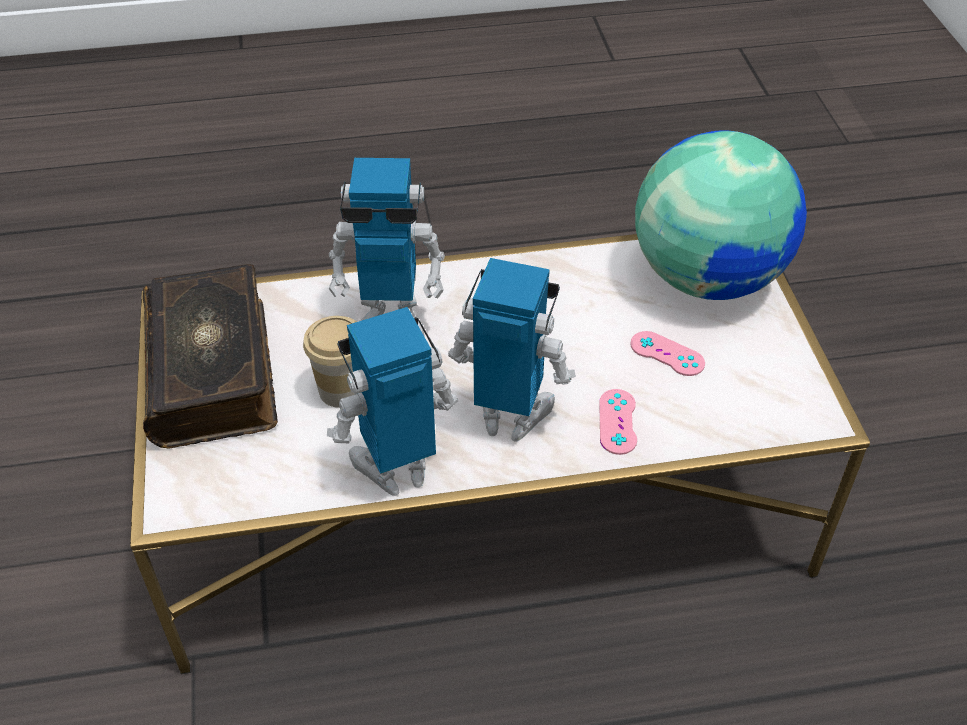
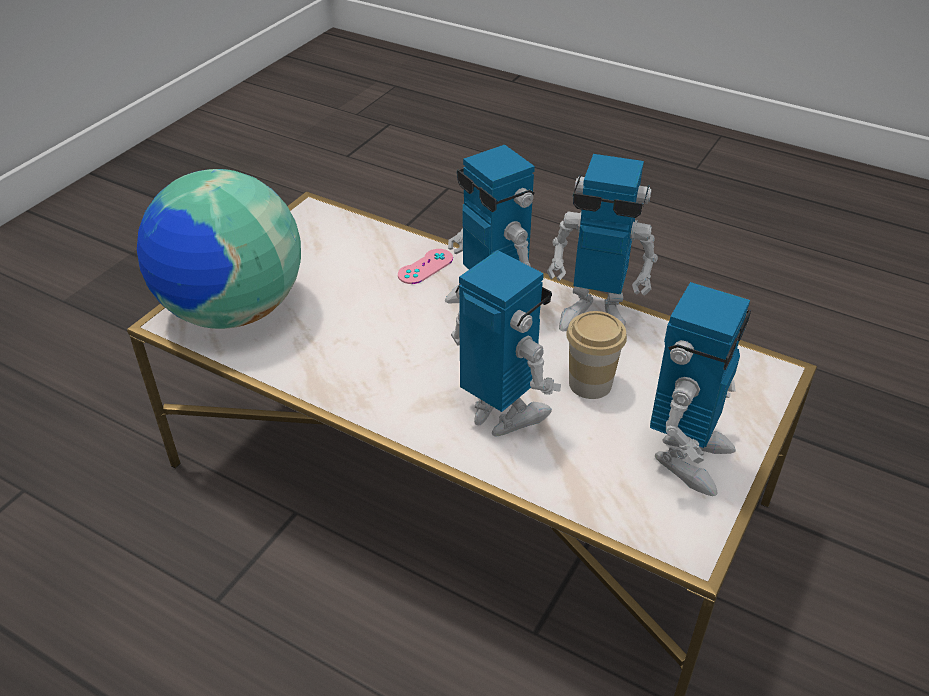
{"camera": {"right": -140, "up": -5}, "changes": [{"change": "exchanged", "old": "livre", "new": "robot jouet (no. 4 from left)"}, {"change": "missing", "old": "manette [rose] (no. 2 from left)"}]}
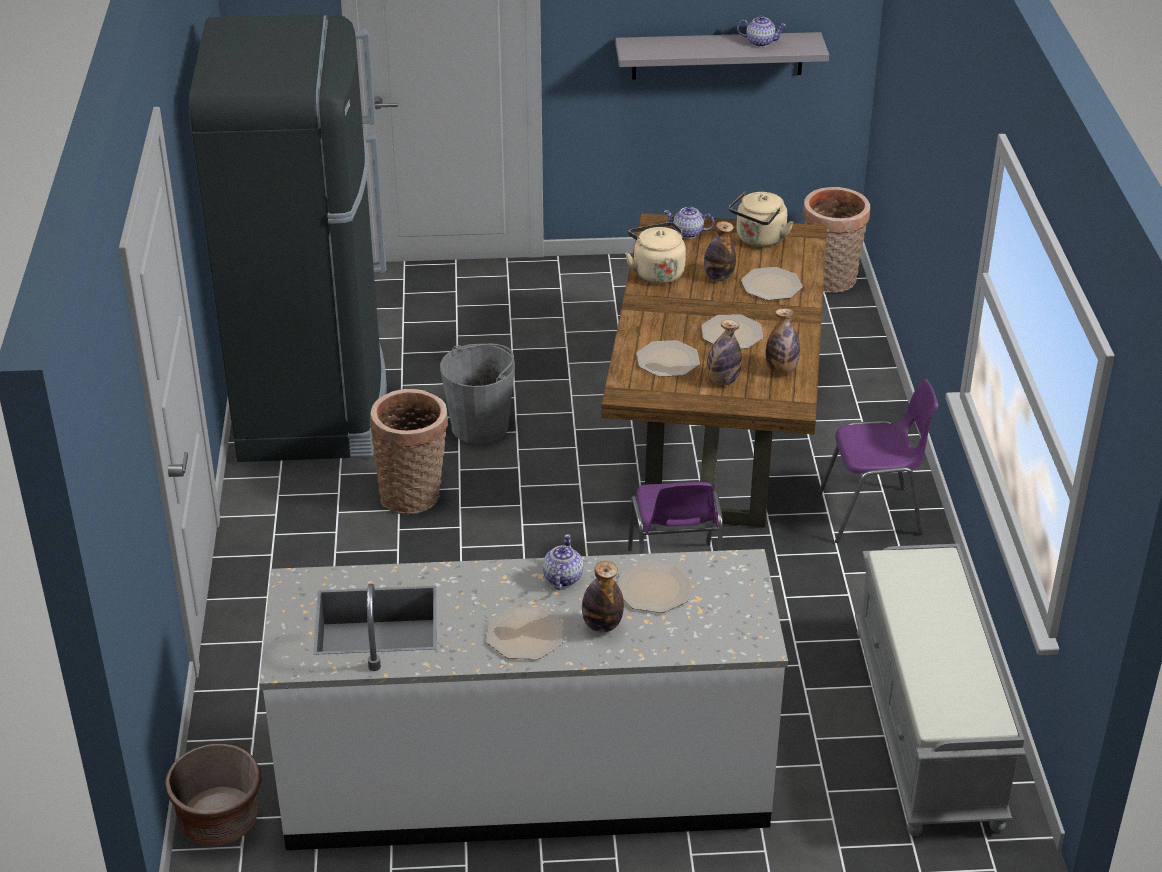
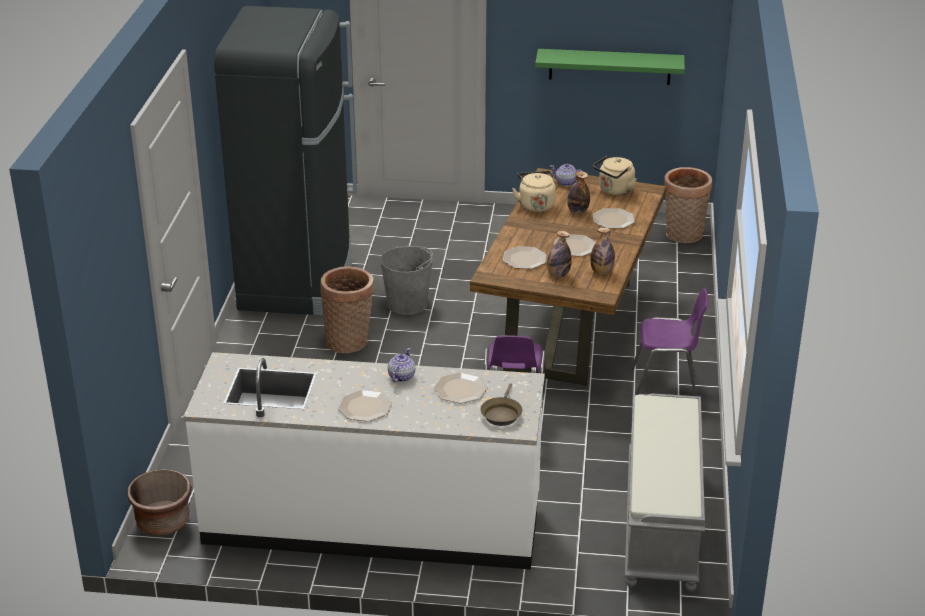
{"camera": {"right": 10, "up": -5}, "changes": [{"change": "appeared", "new": "poêle [marron]"}, {"change": "colour", "old": "étagère [gris]", "new": "étagère [vert]"}, {"change": "missing", "old": "bouteille (no. 1 from left)"}, {"change": "missing", "old": "théière (no. 3 from left)"}]}
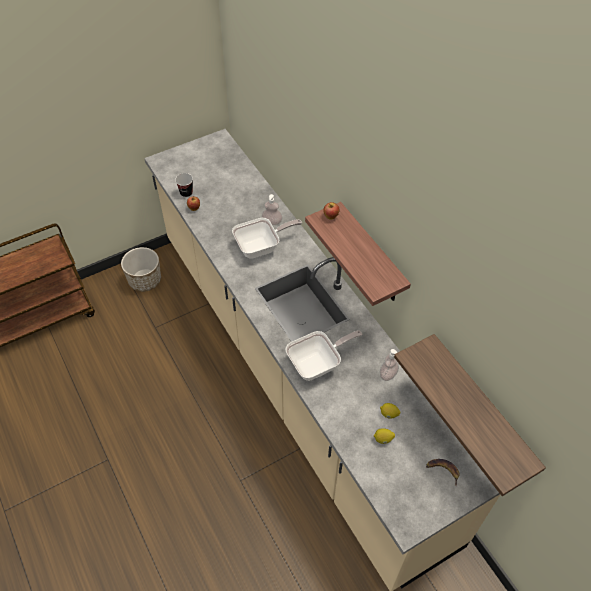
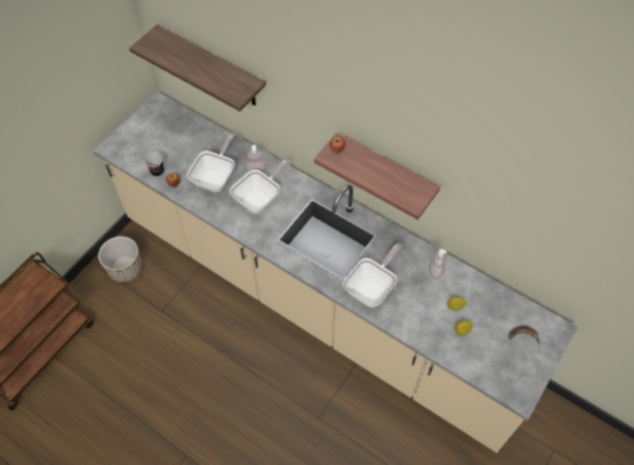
{"camera": {"right": -25, "up": 5}, "changes": [{"change": "relocated", "old": "étagère (no. 2 from left in the first image)", "new": "étagère (no. 1 from left)"}, {"change": "appeared", "new": "poêle (no. 1 from left)"}]}
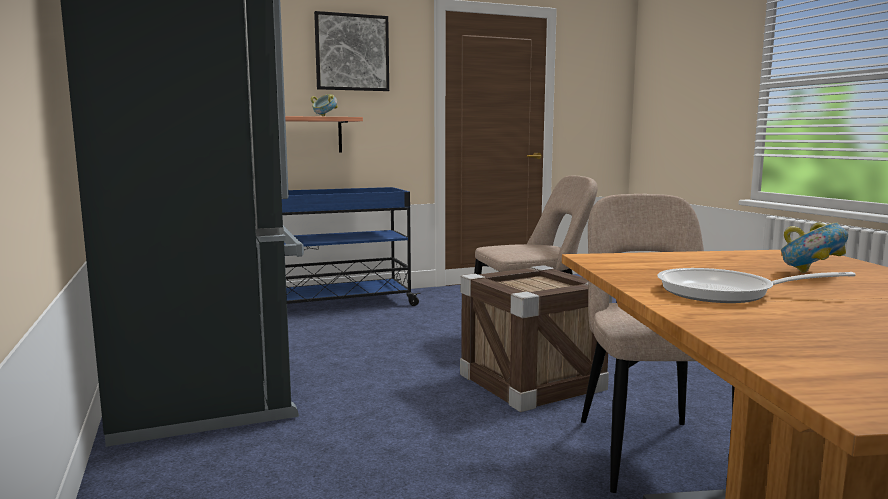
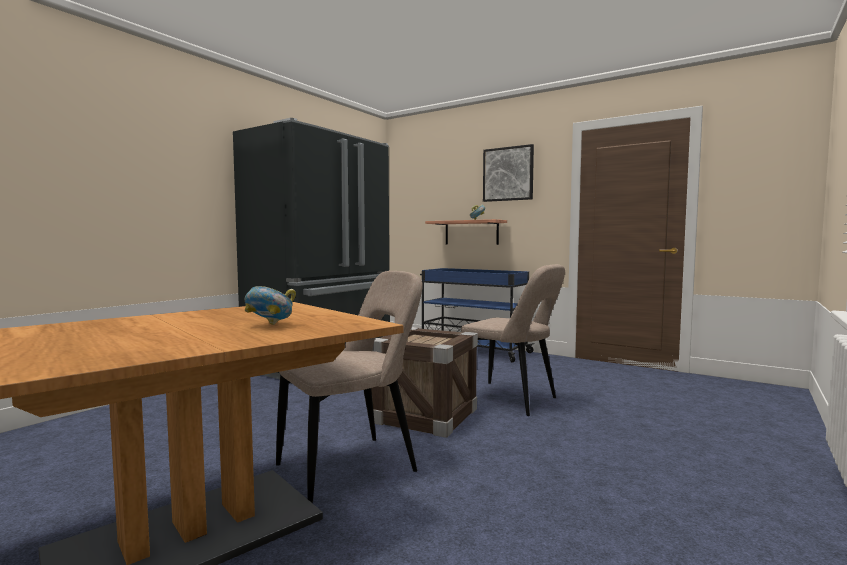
{"camera": {"right": 55, "up": -5}, "changes": [{"change": "missing", "old": "poêle"}]}
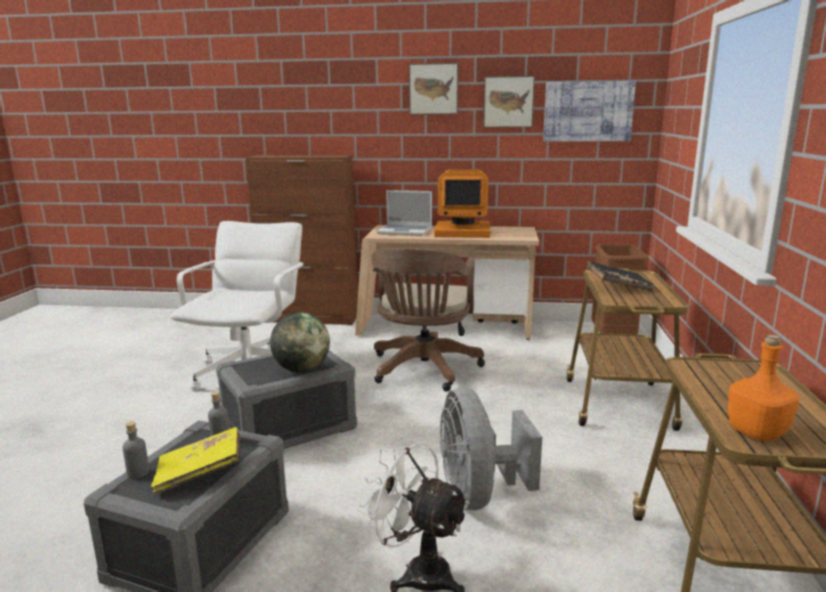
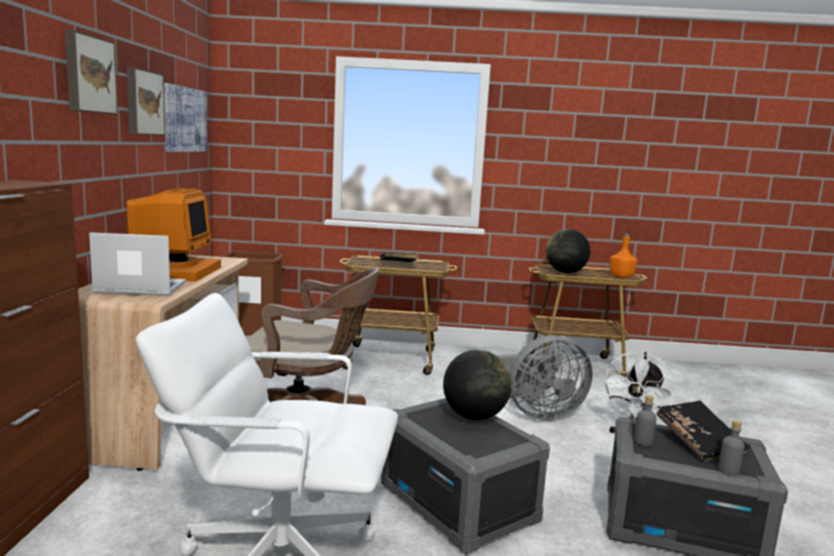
{"camera": {"right": -95, "up": -5}, "changes": [{"change": "spun", "old": "ordinateur portable", "degrees": -105}, {"change": "appeared", "new": "globe (no. 2 from left)"}, {"change": "colour", "old": "livre [jaune]", "new": "livre [noir] (no. 2 from left)"}]}
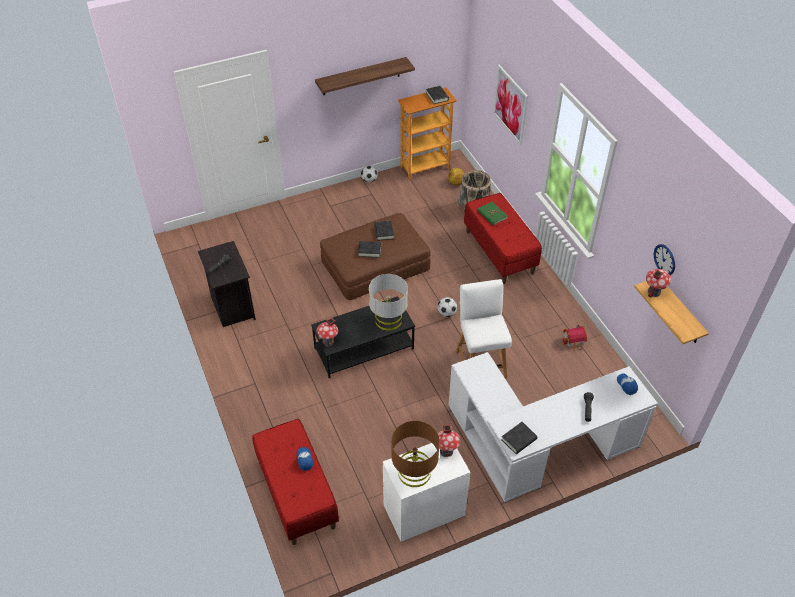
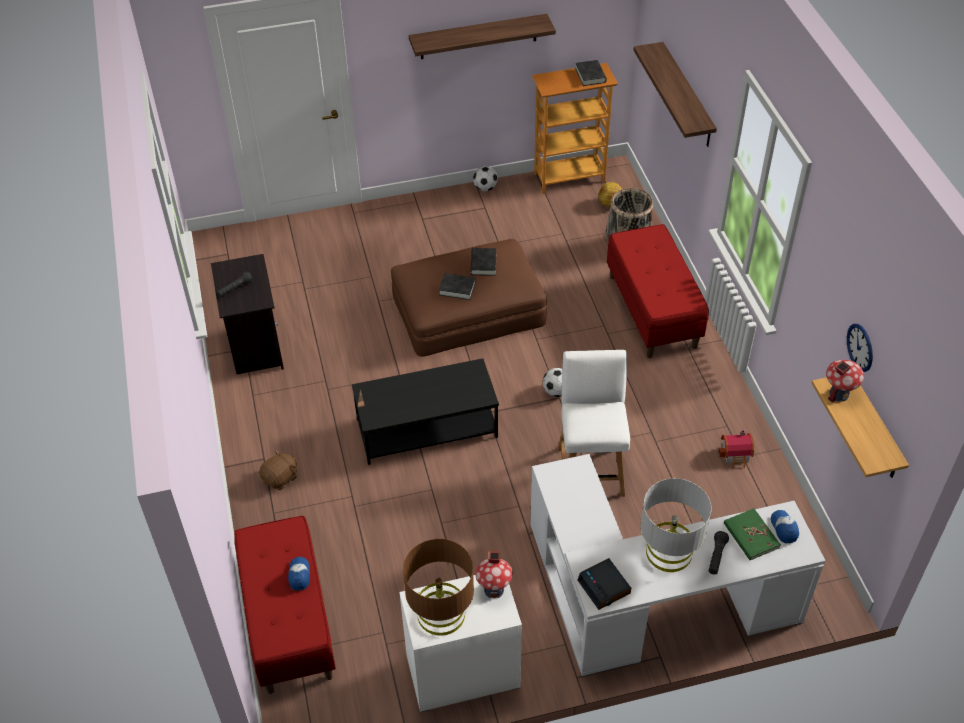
{"camera": {"right": 10, "up": 0}, "changes": [{"change": "appeared", "new": "peluche [marron]"}, {"change": "exchanged", "old": "livre [noir] (no. 4 from left)", "new": "réveil"}, {"change": "exchanged", "old": "tableau", "new": "étagère (no. 2 from left)"}, {"change": "relocated", "old": "lampe de table [gris]"}, {"change": "relocated", "old": "livre [vert]"}, {"change": "missing", "old": "maison miniature (no. 1 from left)"}]}
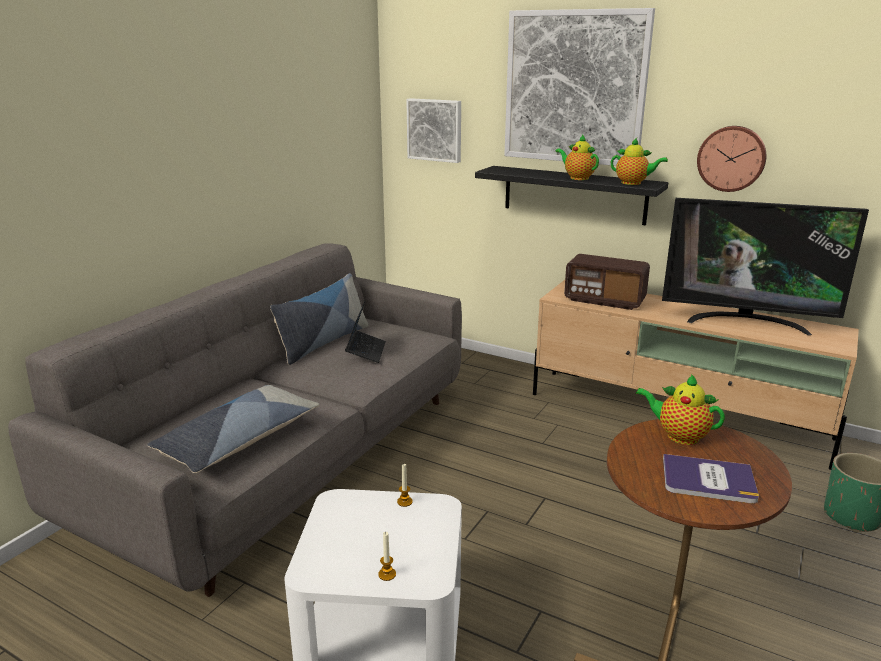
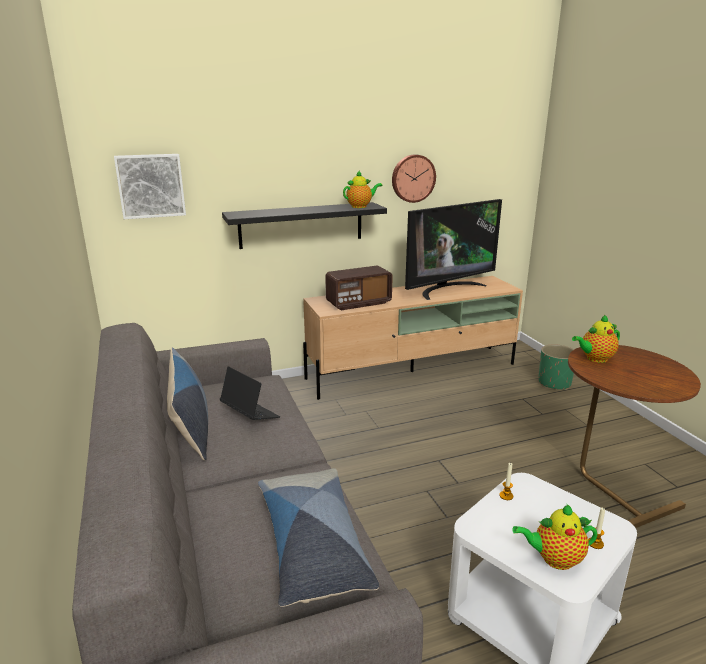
{"camera": {"right": -50, "up": 0}, "changes": [{"change": "relocated", "old": "théière (no. 1 from left in the first image)", "new": "théière (no. 2 from left)"}, {"change": "missing", "old": "tableau (no. 2 from left)"}, {"change": "missing", "old": "livre"}]}
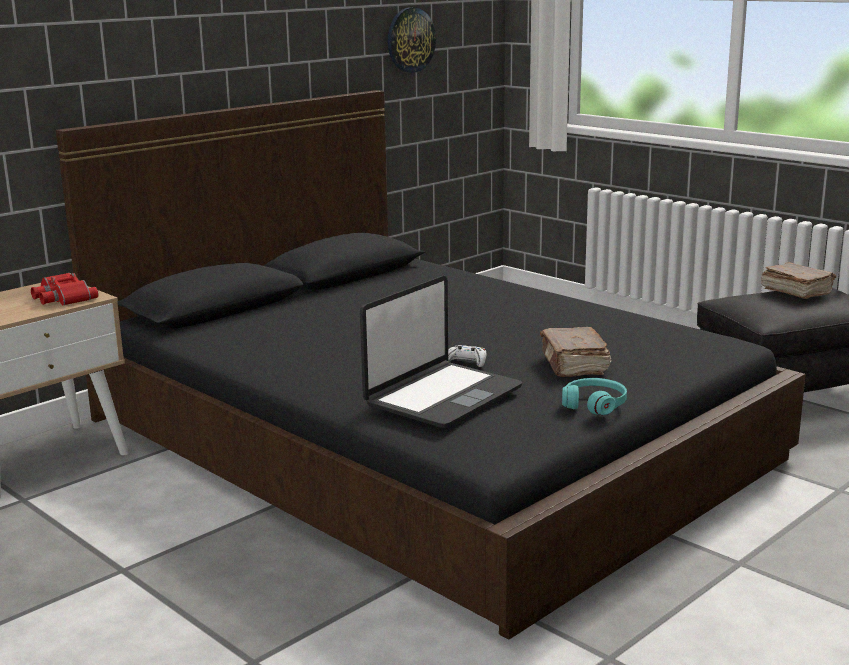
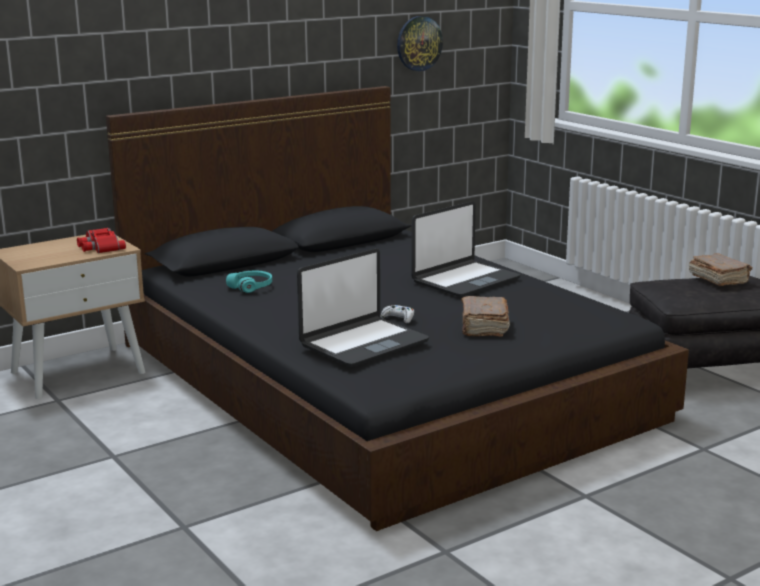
{"camera": {"right": 10, "up": 0}, "changes": [{"change": "relocated", "old": "casque audio [turquoise]"}, {"change": "appeared", "new": "ordinateur portable (no. 2 from left)"}]}
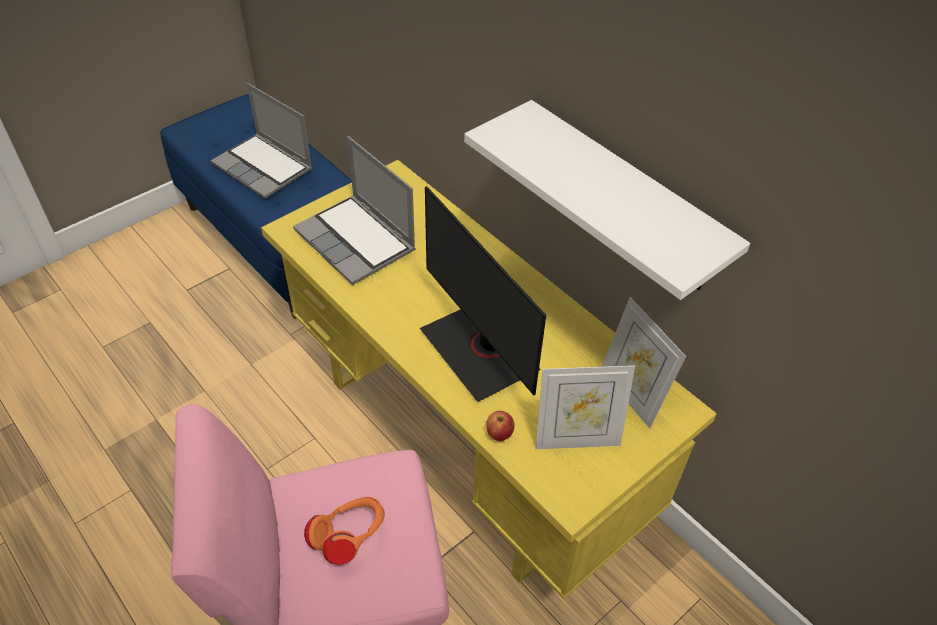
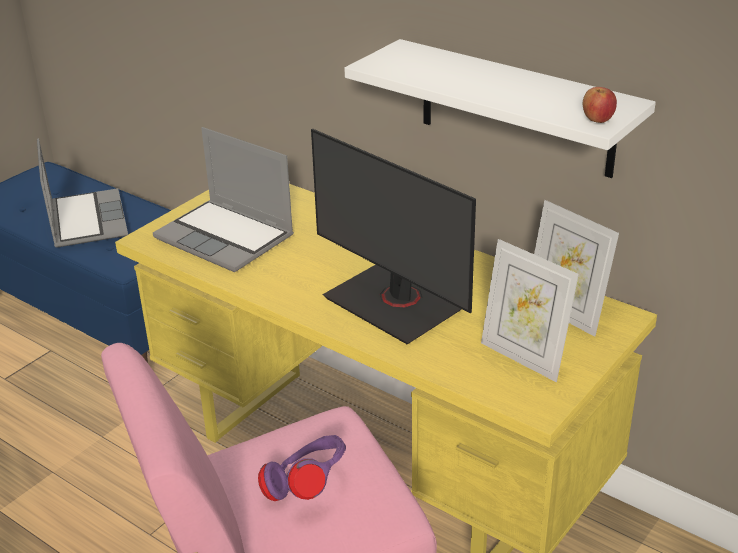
{"camera": {"right": -10, "up": -15}, "changes": [{"change": "spun", "old": "ordinateur portable (no. 1 from left)", "degrees": -135}, {"change": "colour", "old": "casque audio [orange]", "new": "casque audio [violet]"}, {"change": "spun", "old": "cadre photo (no. 1 from left)", "degrees": 60}, {"change": "relocated", "old": "pomme"}]}
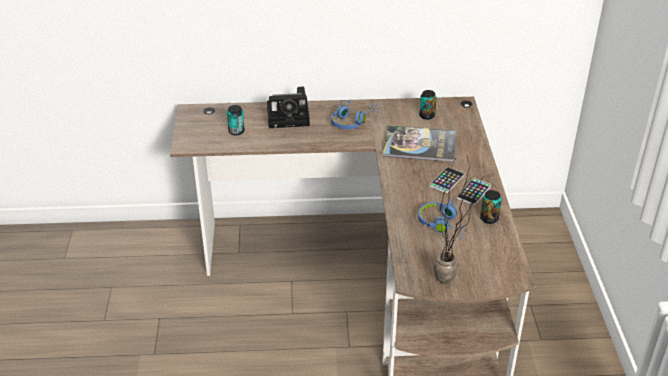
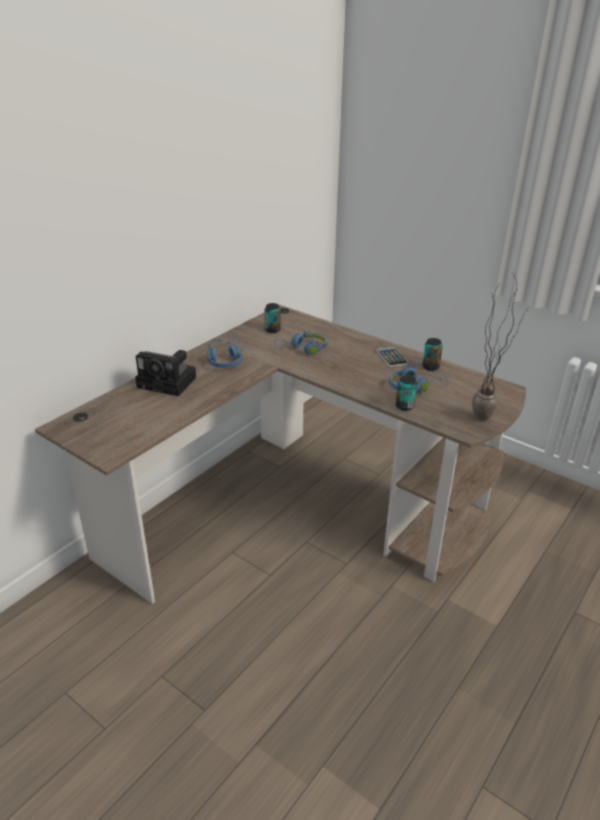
{"camera": {"right": -50, "up": -5}, "changes": [{"change": "spun", "old": "appareil photo", "degrees": 75}, {"change": "exchanged", "old": "livre", "new": "casque audio [bleu] (no. 2 from left)"}, {"change": "relocated", "old": "boîte métallique (no. 1 from left in the first image)", "new": "boîte métallique (no. 2 from left)"}, {"change": "missing", "old": "téléphone (no. 1 from left)"}]}
